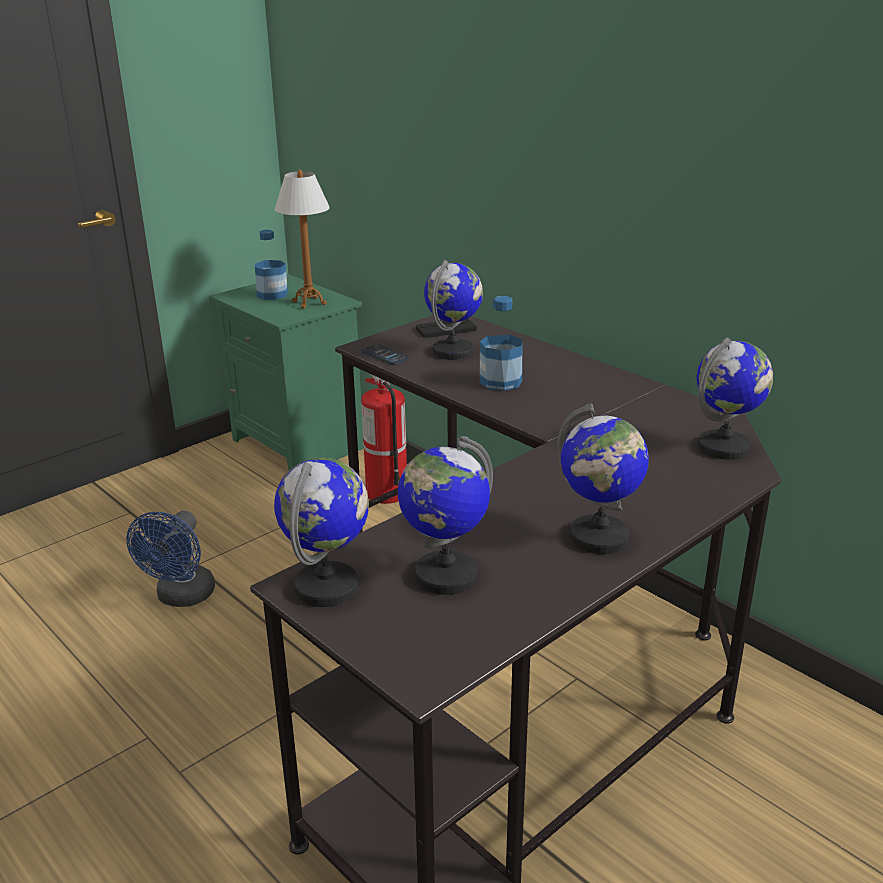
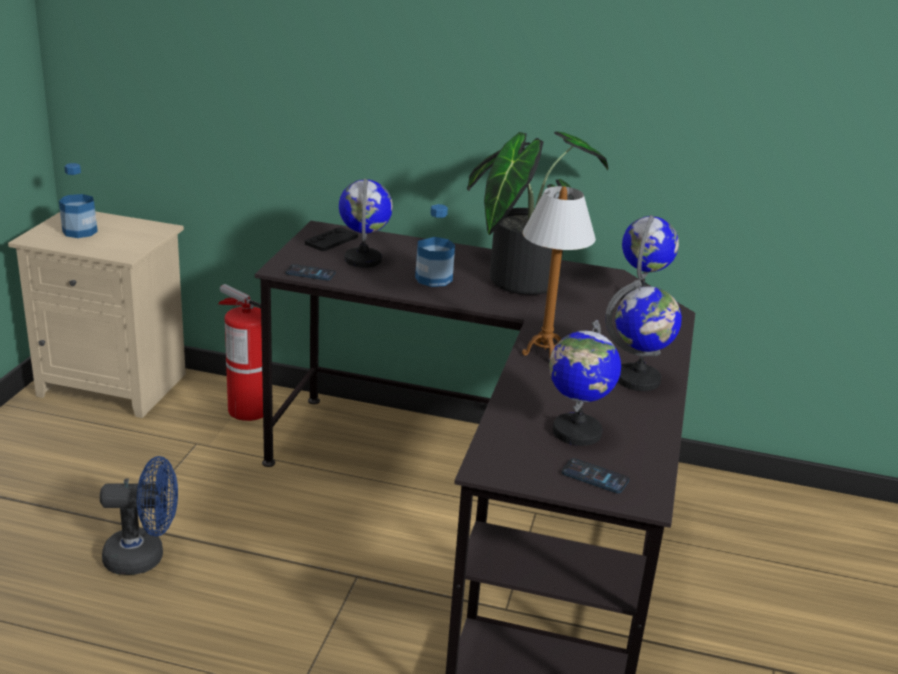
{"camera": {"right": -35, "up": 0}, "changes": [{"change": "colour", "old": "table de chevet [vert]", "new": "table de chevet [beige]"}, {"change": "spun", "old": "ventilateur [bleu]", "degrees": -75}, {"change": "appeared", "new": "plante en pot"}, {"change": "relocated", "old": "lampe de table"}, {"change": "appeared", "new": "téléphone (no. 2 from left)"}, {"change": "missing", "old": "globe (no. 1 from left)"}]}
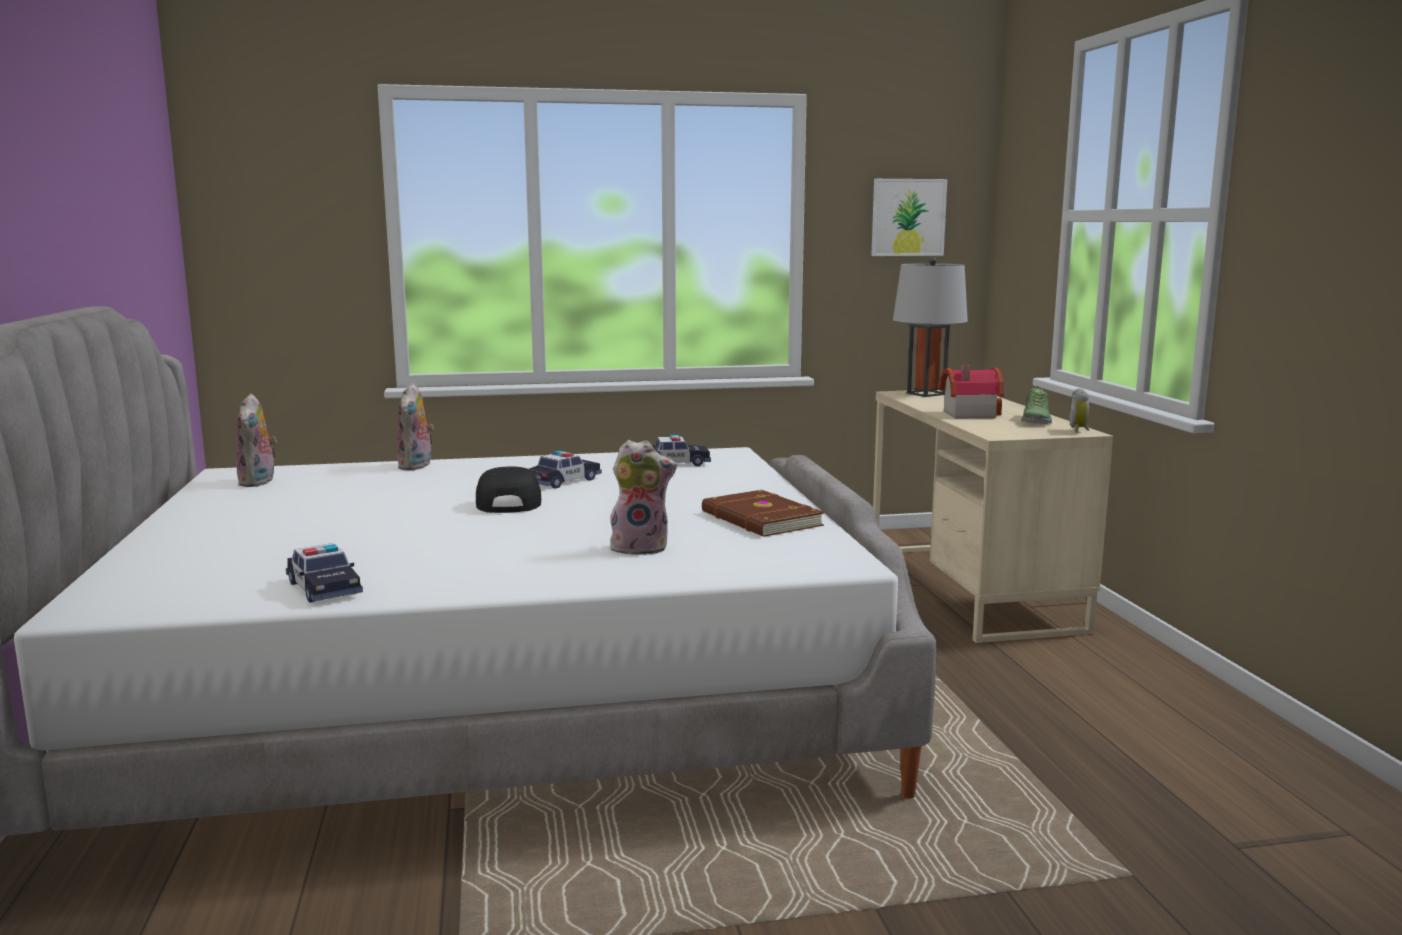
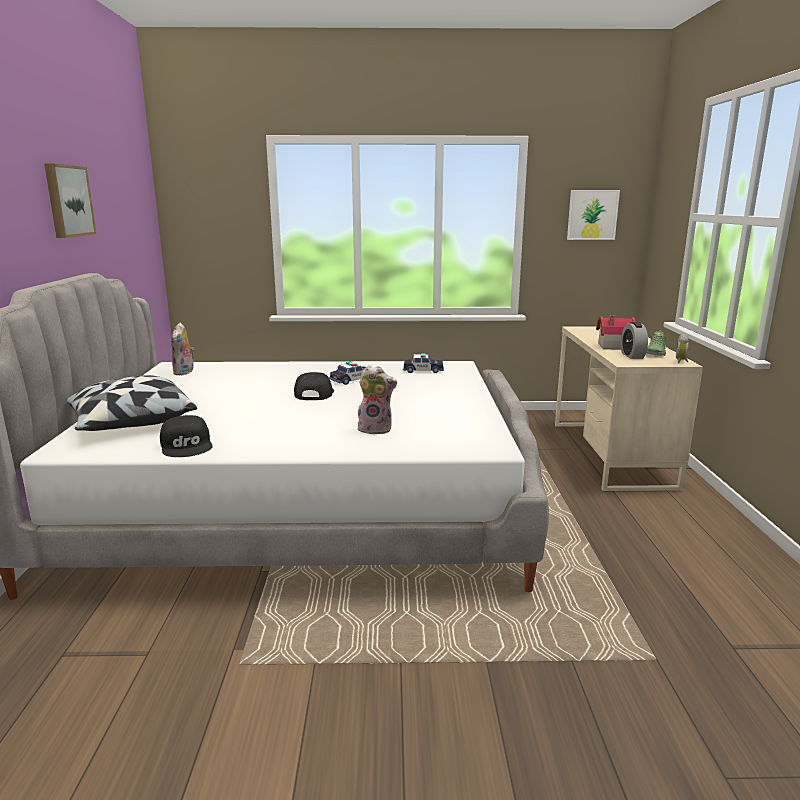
{"camera": {"right": 10, "up": 5}, "changes": [{"change": "appeared", "new": "tableau (no. 1 from left)"}, {"change": "appeared", "new": "coussin"}, {"change": "exchanged", "old": "petite voiture (no. 1 from left)", "new": "casquette [noir] (no. 1 from left)"}, {"change": "appeared", "new": "réveil (no. 1 from left)"}, {"change": "missing", "old": "peluche (no. 2 from left)"}, {"change": "missing", "old": "livre [marron]"}, {"change": "missing", "old": "lampe de table [gris]"}]}
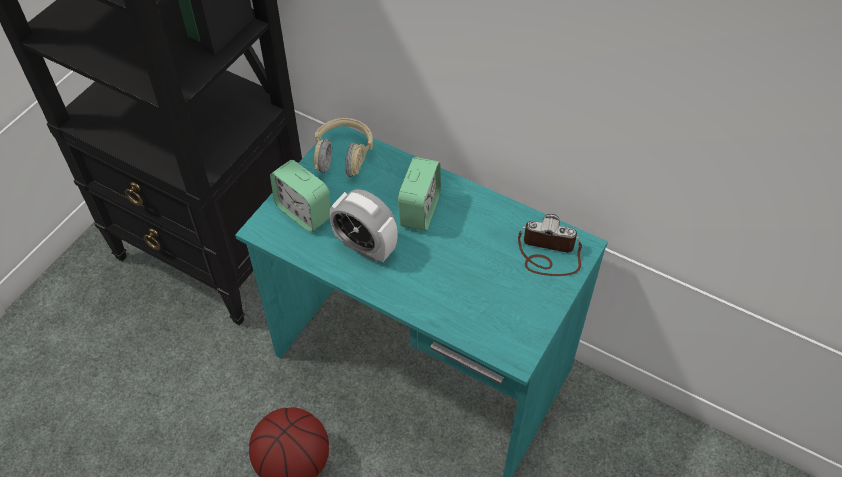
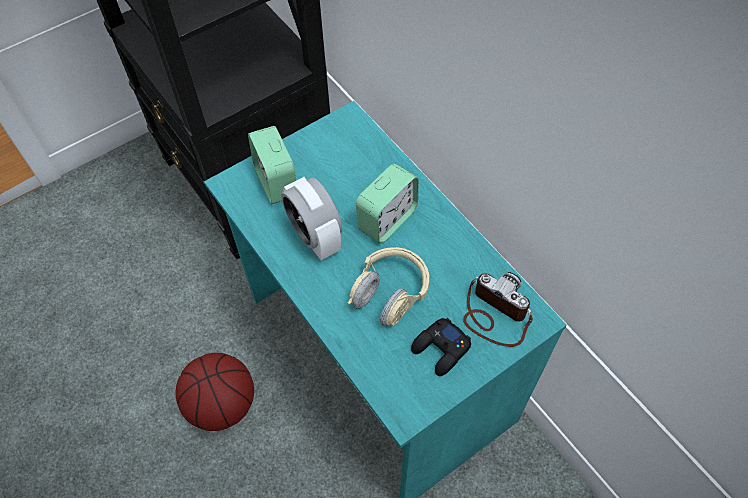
{"camera": {"right": 25, "up": 5}, "changes": [{"change": "relocated", "old": "casque audio [beige]"}, {"change": "appeared", "new": "manette [noir]"}]}
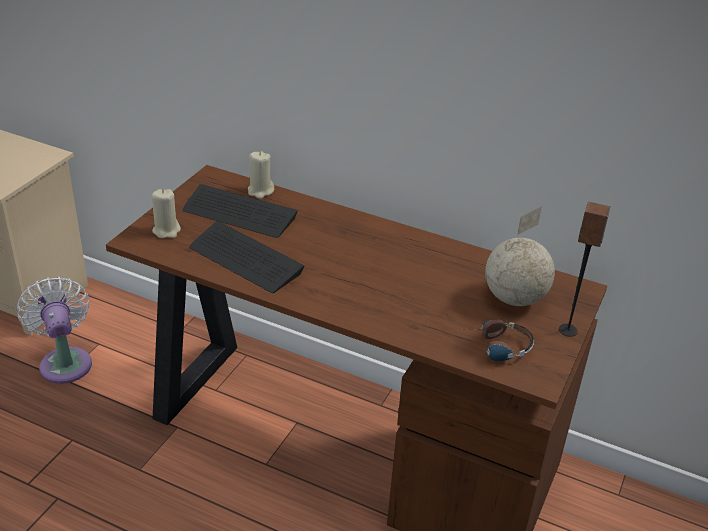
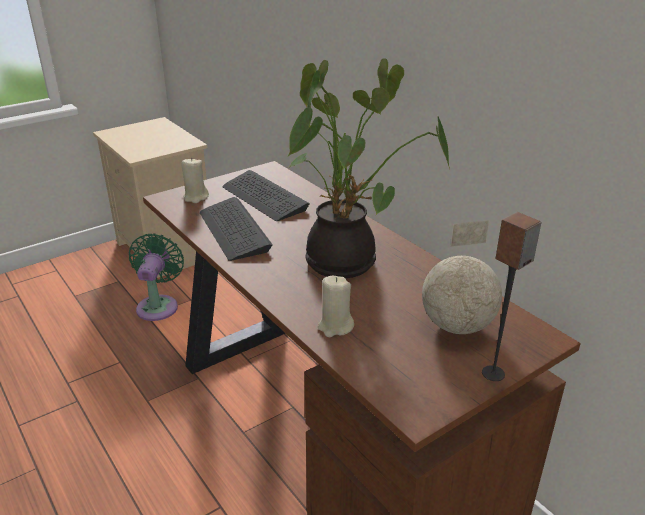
{"camera": {"right": 30, "up": -5}, "changes": [{"change": "colour", "old": "ventilateur [blanc]", "new": "ventilateur [vert]"}, {"change": "appeared", "new": "plante en pot"}, {"change": "relocated", "old": "bougie [beige] (no. 2 from left)"}, {"change": "missing", "old": "casque audio"}]}
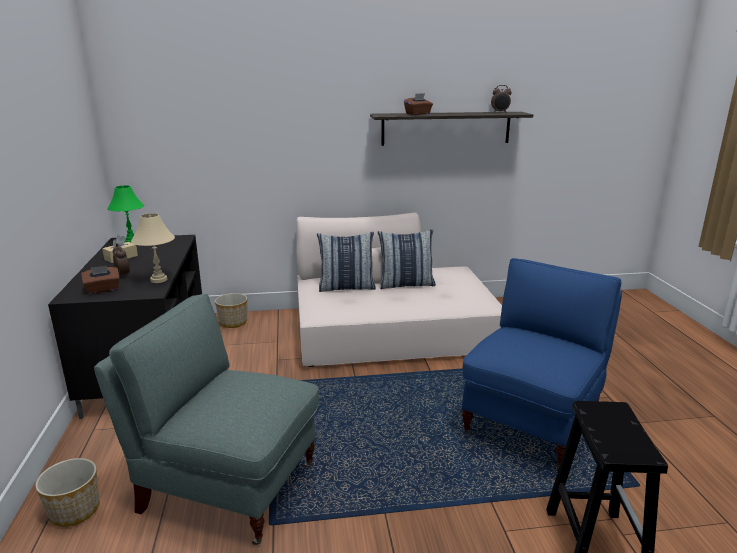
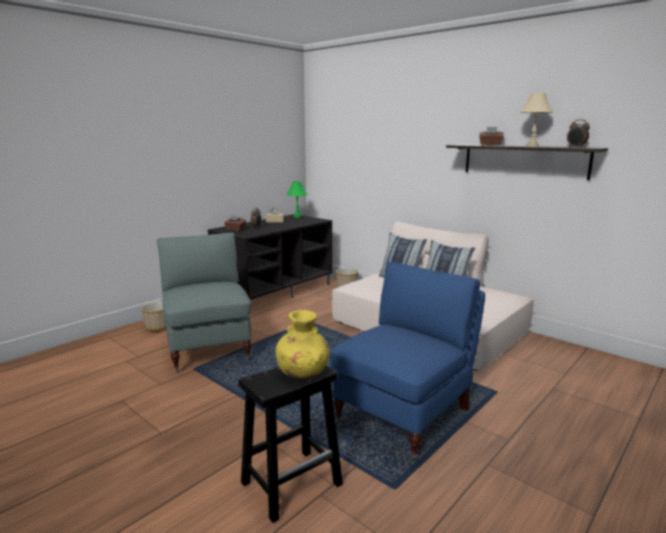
{"camera": {"right": 50, "up": -5}, "changes": [{"change": "appeared", "new": "vase [jaune]"}, {"change": "spun", "old": "fauteuil [bleu]", "degrees": -45}, {"change": "relocated", "old": "lampe de table [beige]"}]}
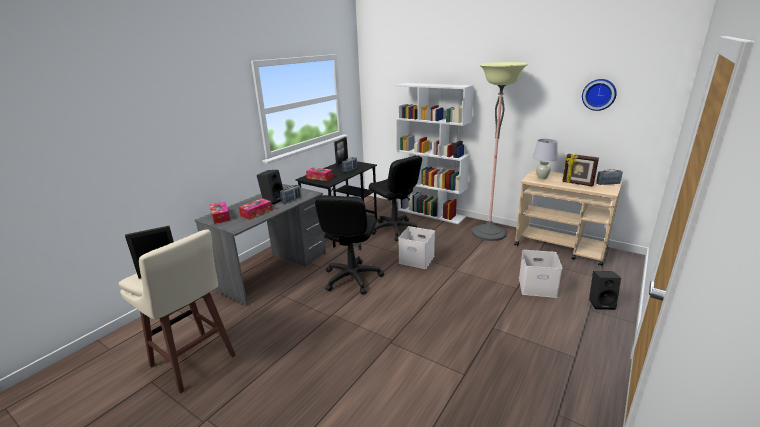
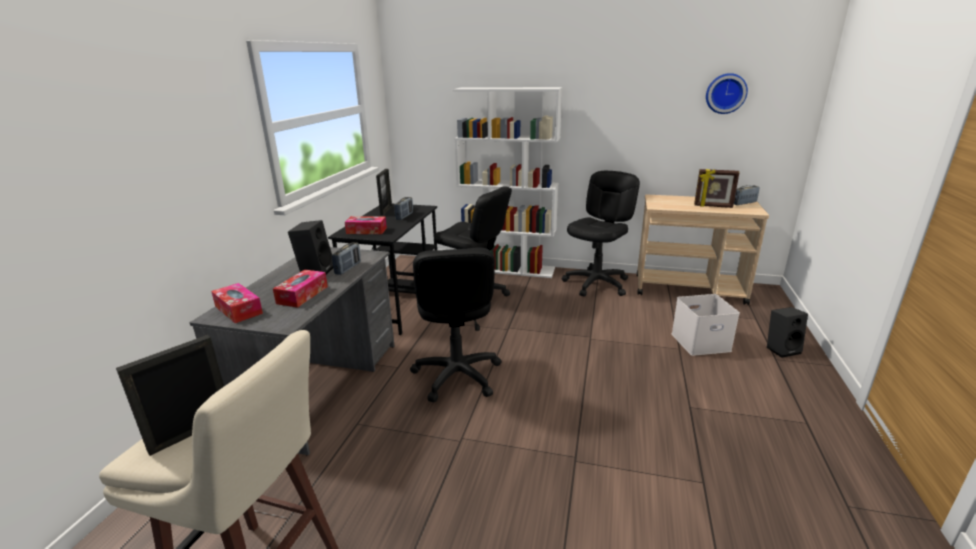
{"camera": {"right": -20, "up": 0}, "changes": [{"change": "exchanged", "old": "lampadaire", "new": "chaise de bureau [noir] (no. 3 from left)"}, {"change": "missing", "old": "boîte de rangement [blanc] (no. 1 from left)"}, {"change": "missing", "old": "lampe de table [blanc]"}]}
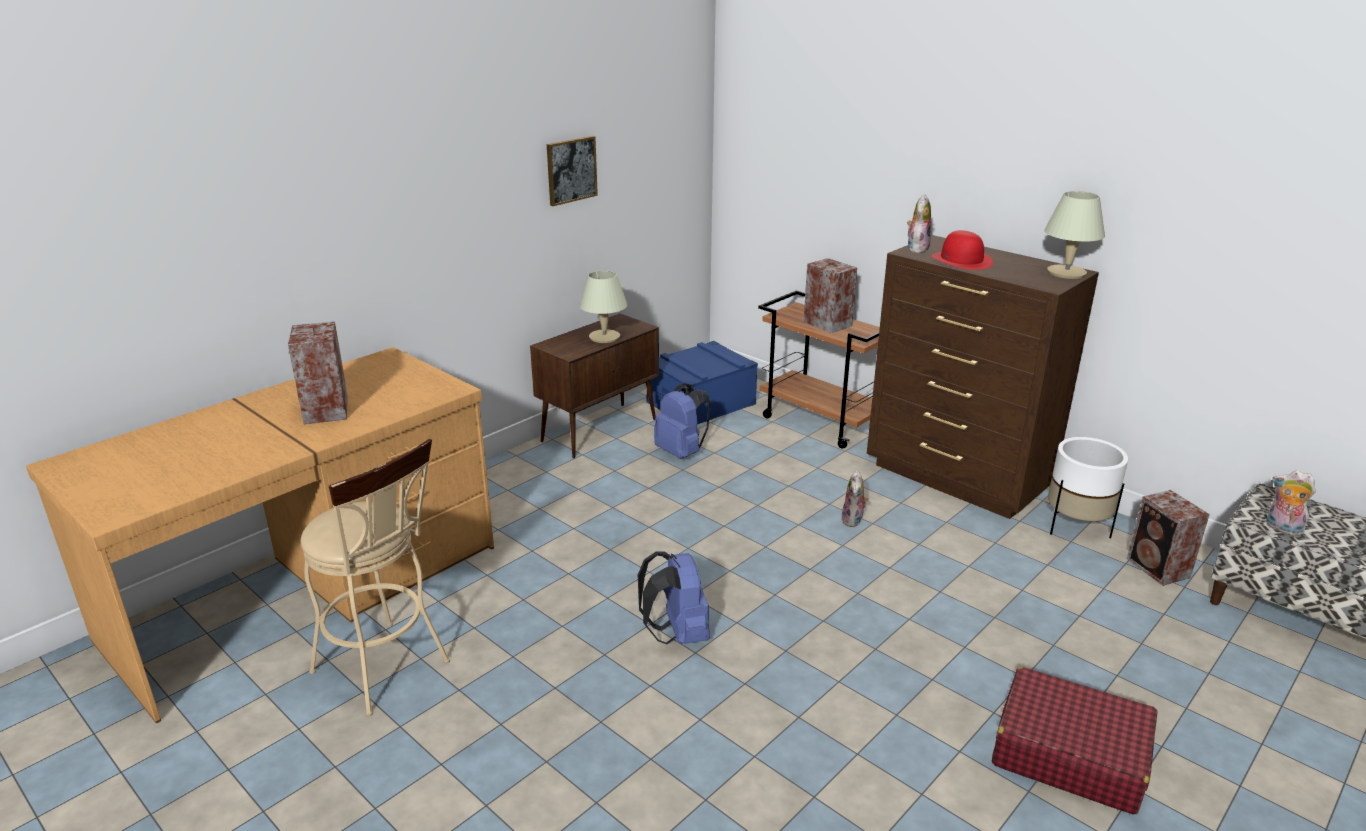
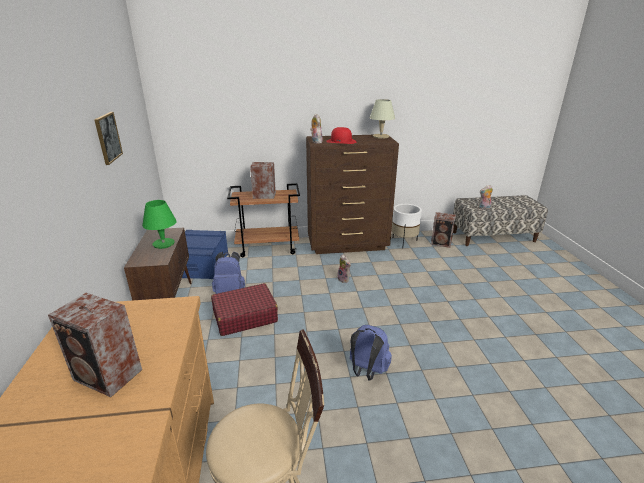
{"camera": {"right": -50, "up": 0}, "changes": [{"change": "colour", "old": "lampe de table [beige] (no. 1 from left)", "new": "lampe de table [vert]"}, {"change": "relocated", "old": "valise [rouge]"}]}
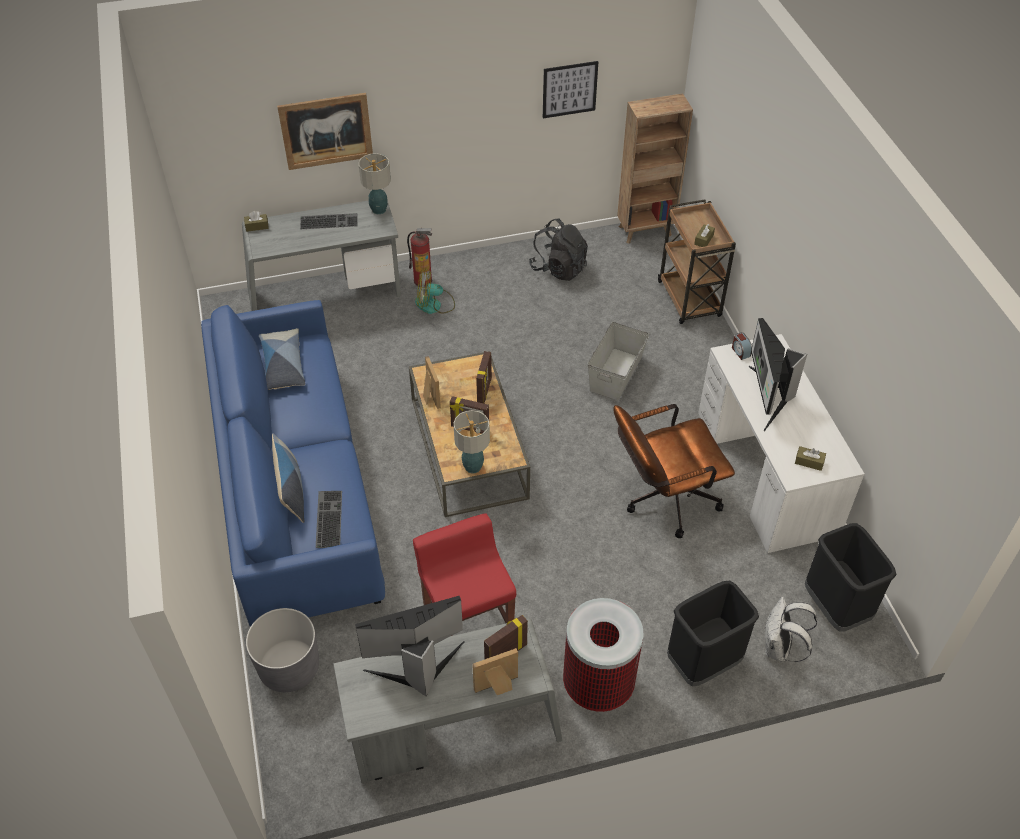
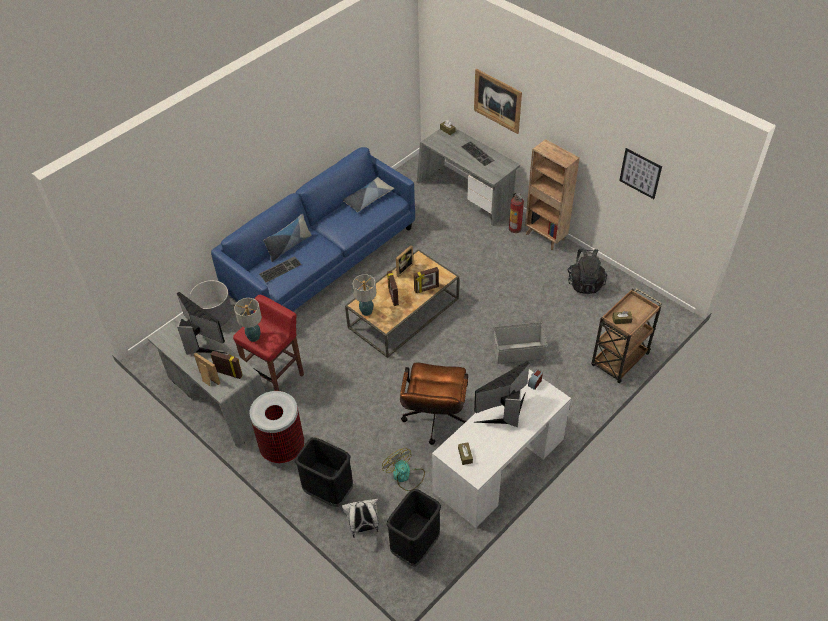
{"camera": {"right": 60, "up": 0}, "changes": [{"change": "relocated", "old": "lampe de table (no. 1 from left)"}, {"change": "relocated", "old": "ventilateur"}, {"change": "spun", "old": "chaise de bureau [marron]", "degrees": -120}, {"change": "relocated", "old": "bibliothèque [marron]"}]}
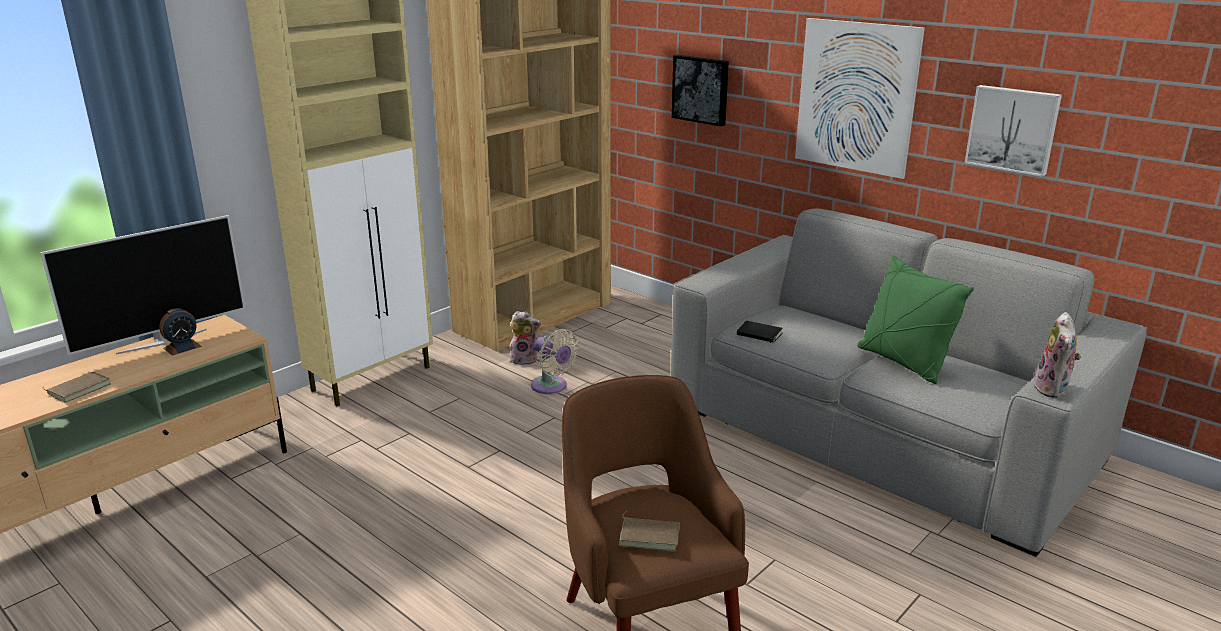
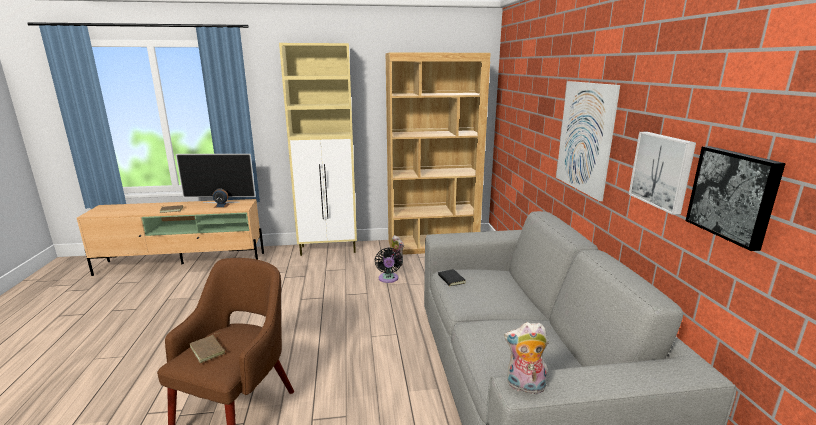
{"camera": {"right": 40, "up": -5}, "changes": [{"change": "colour", "old": "ventilateur [beige]", "new": "ventilateur [noir]"}, {"change": "spun", "old": "peluche (no. 2 from left)", "degrees": 45}, {"change": "relocated", "old": "tableau (no. 1 from left in the first image)", "new": "tableau (no. 3 from left)"}, {"change": "missing", "old": "coussin [vert]"}]}
